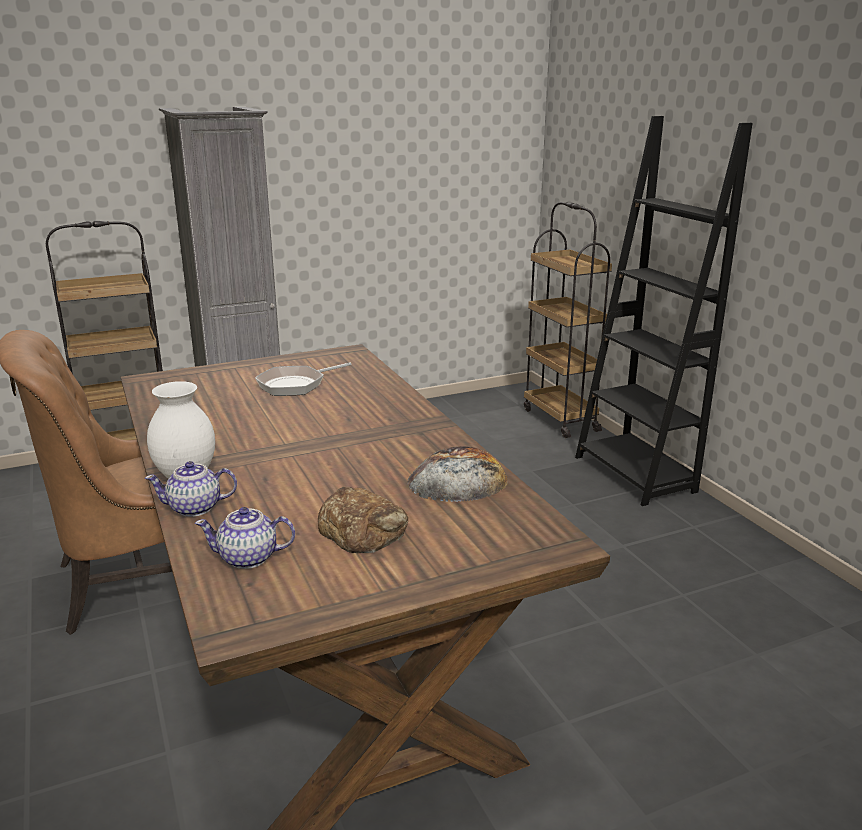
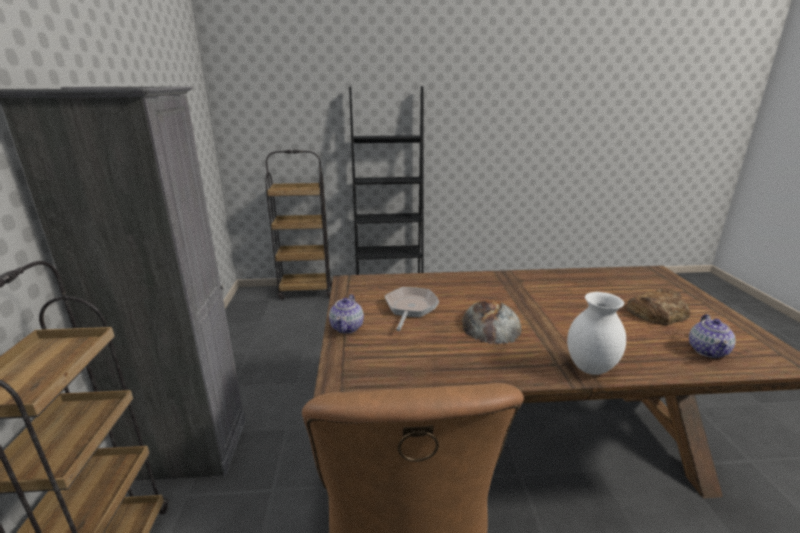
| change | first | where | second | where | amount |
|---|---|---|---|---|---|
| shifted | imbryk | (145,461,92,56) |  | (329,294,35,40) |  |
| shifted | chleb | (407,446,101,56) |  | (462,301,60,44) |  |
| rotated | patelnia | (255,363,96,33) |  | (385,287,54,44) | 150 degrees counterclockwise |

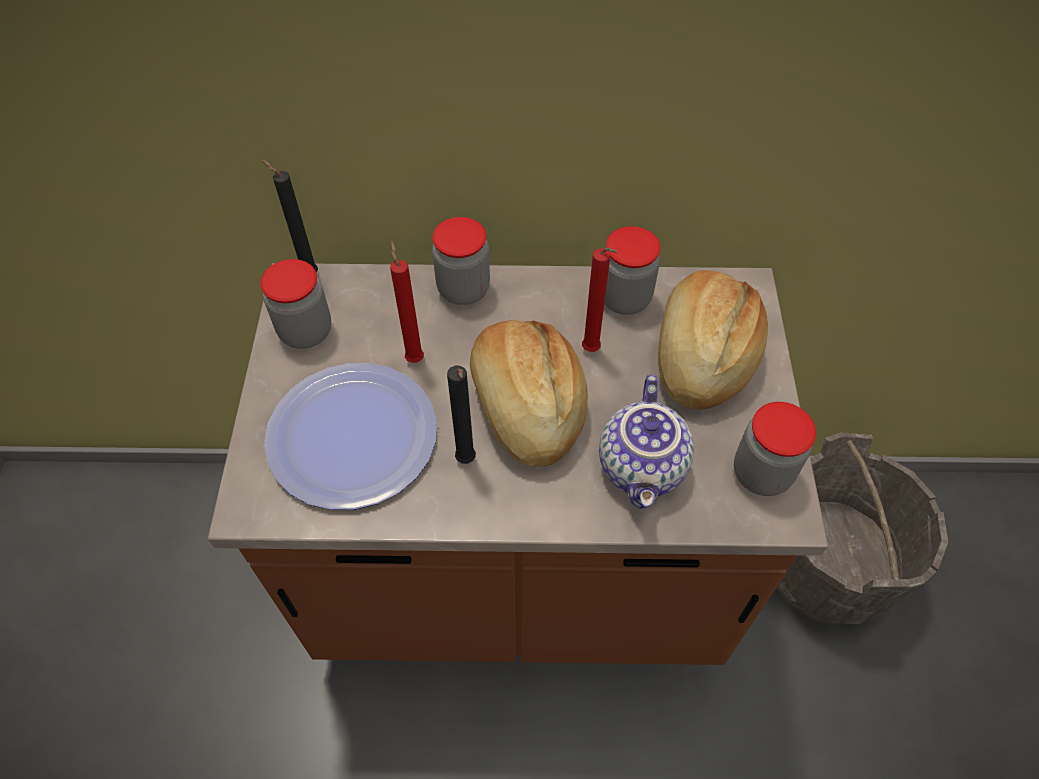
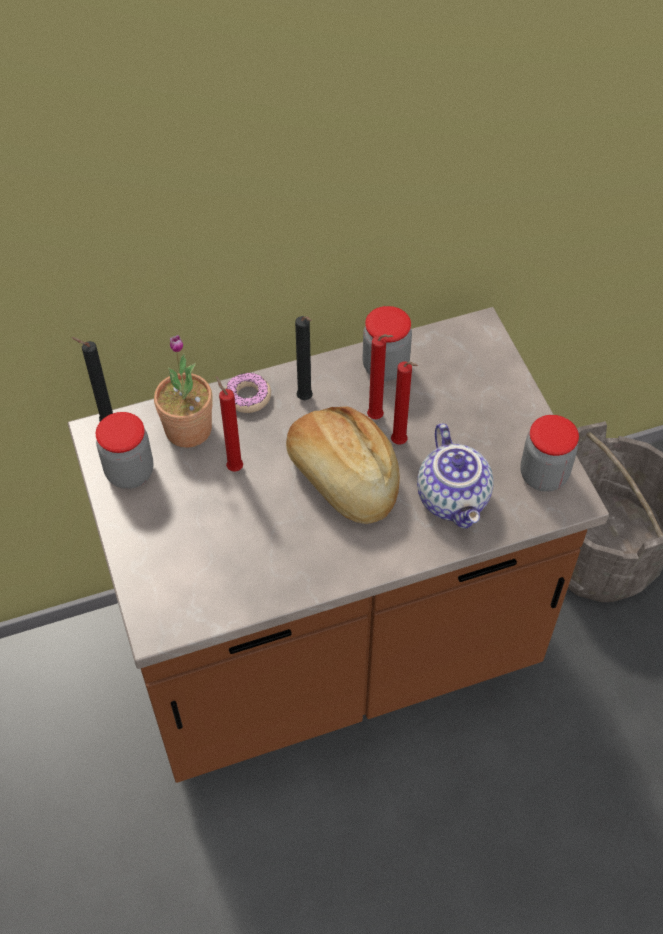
| change | first | where | second | where | amount |
|---|---|---|---|---|---|
| gone | talerz | (264,363,173,147) |  |  |  |
| gone | chleb | (658,270,110,140) |  |  |  |
| new |  |  | roślina doniczkowa | (154,335,59,113) |  |
| new |  |  | świeca (czerwony) | (391,361,27,84) |  |
| shifted | świeca (czarny) | (447,366,29,98) |  | (295,316,18,84) |  |
| swapped | słoik | (432,217,58,88) | donut | (225,373,46,40) |  |

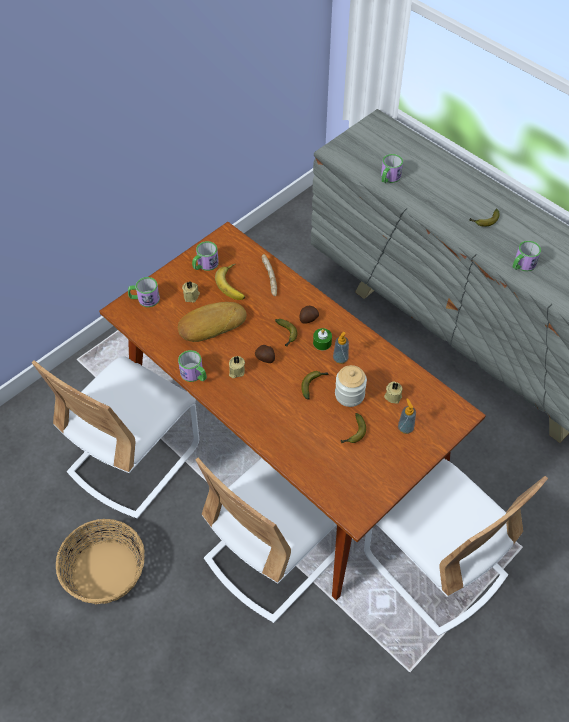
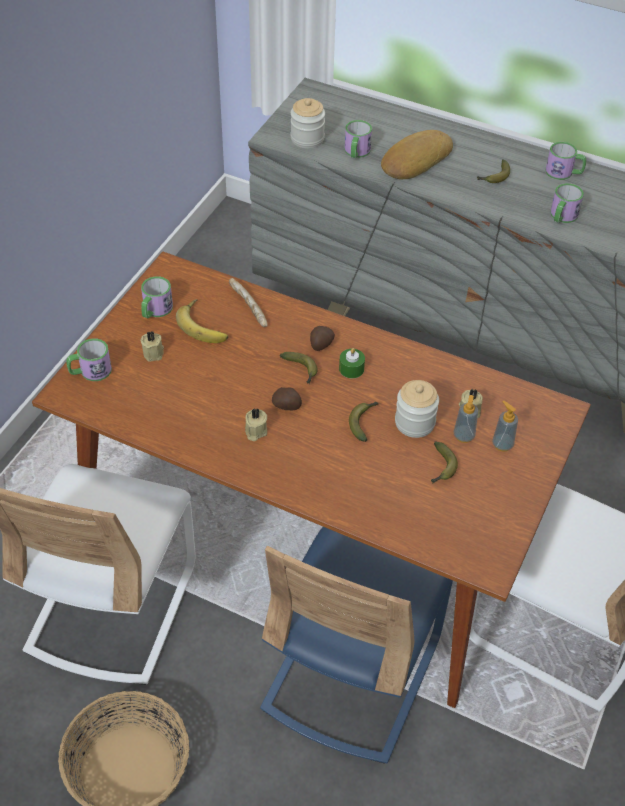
| change | first | where | second | where | amount |
|---|---|---|---|---|---|
| new |  |  | słoik | (291,98,34,50) |  |
| shifted | chleb | (178,302,69,40) |  | (381,130,72,49) |  |
| shifted | kubek | (178,350,29,32) |  | (545,142,41,38) |  |
| shifted | dozownik mydła | (333,332,16,32) |  | (454,395,24,48) |  |
| repainted | krzesło (biały) | (196,458,141,165) | krzesło (niebieski) | (260,527,193,237) |  |

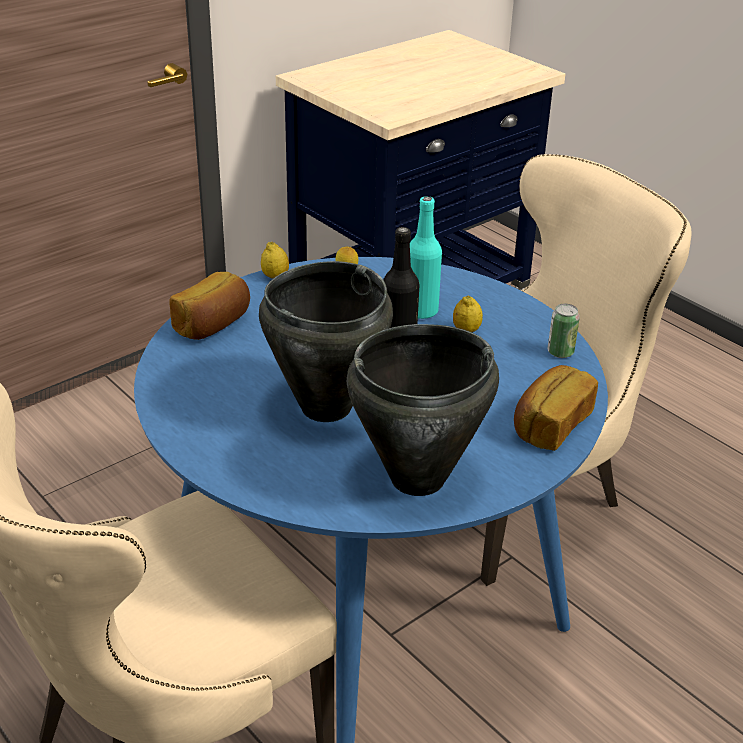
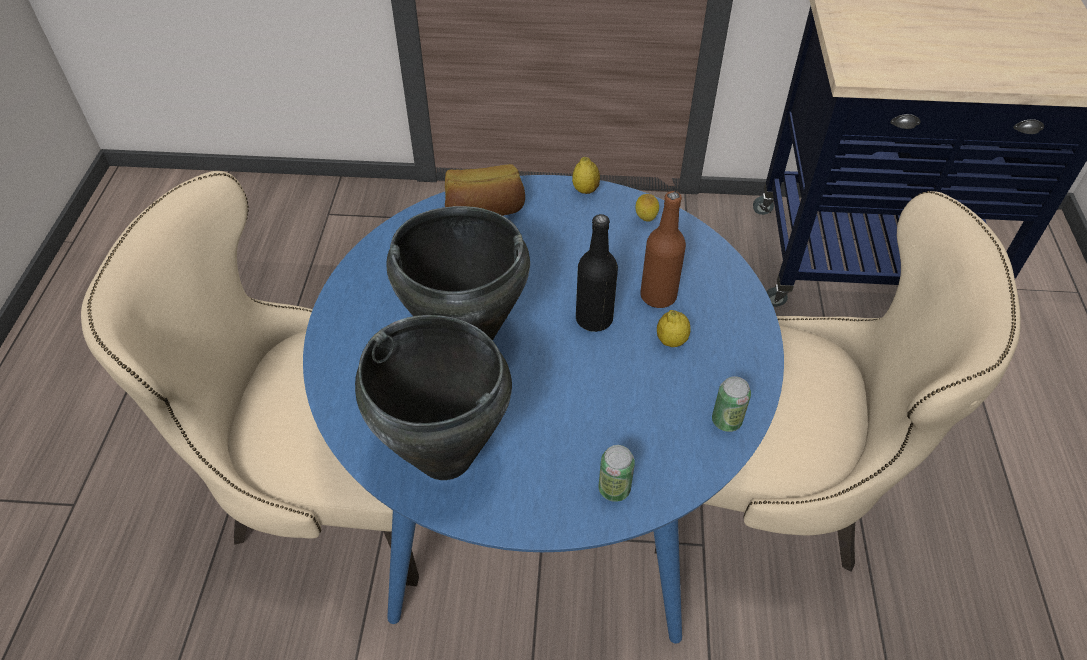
| change | first | where | second | where | amount |
|---|---|---|---|---|---|
| swapped | chleb | (514,365,84,86) | puszka | (598,445,37,57) |  |
| repainted | butelka (turkusowy) | (410,196,32,123) | butelka (brązowy) | (640,191,46,117) |  |

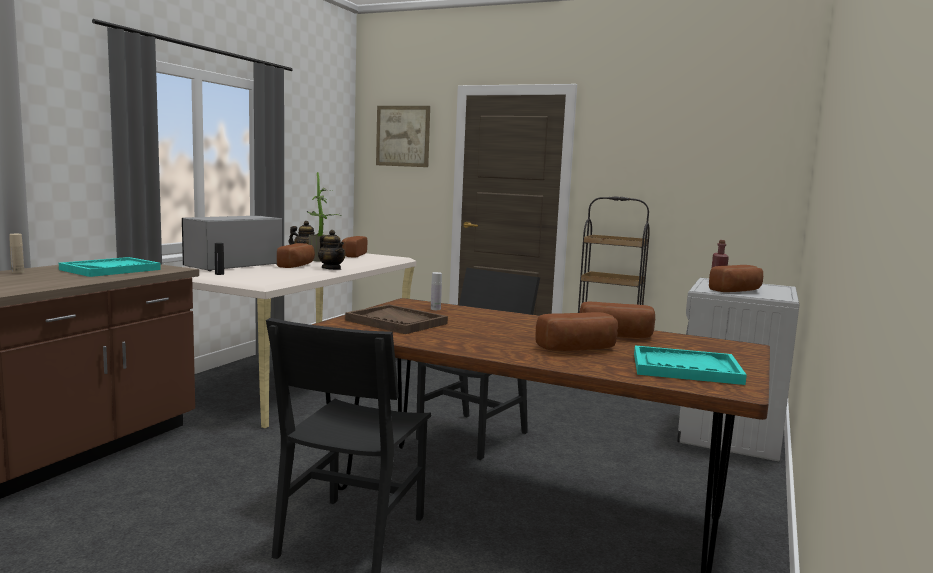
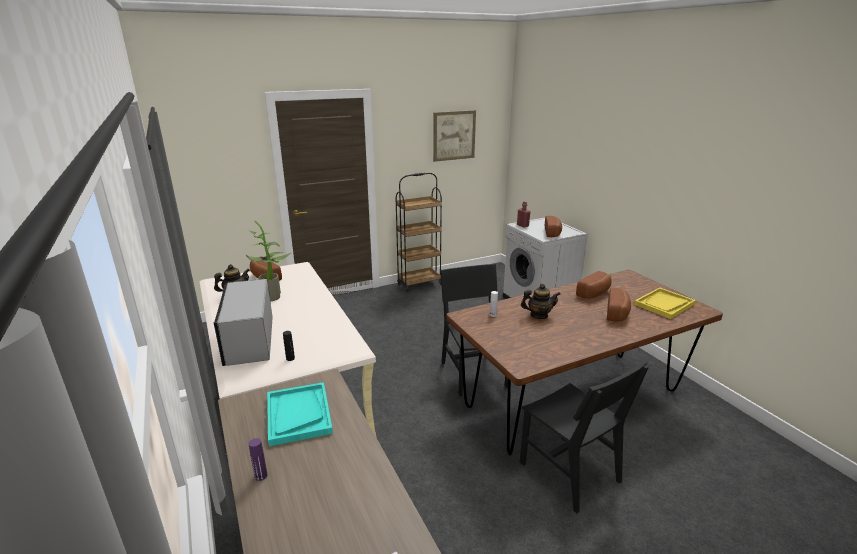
| change | first | where | second | where | amount |
|---|---|---|---|---|---|
| gone | chleb | (277,243,38,25) |  |  |  |
| gone | taca (brązowy) | (345,304,103,30) |  |  |  |
| shifted | imbryk | (318,230,28,40) |  | (521,284,39,35) |  |
| shifted | obraz | (376,106,54,61) |  | (433,110,43,52) |  |
| repainted | butelka (beżowy) | (9,234,15,39) | butelka (fioletowy) | (249,438,18,43) |  |
| repainted | taca (turkusowy) | (634,345,113,40) | taca (żółty) | (634,287,62,32) |  |

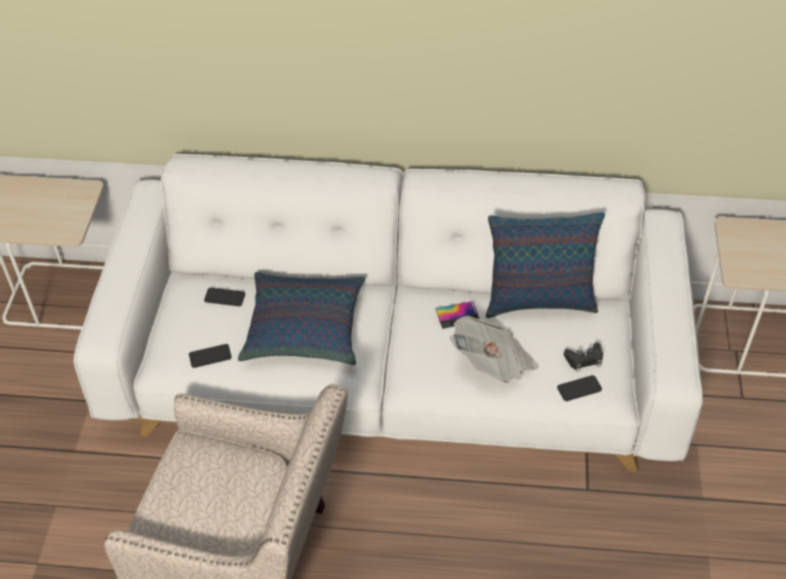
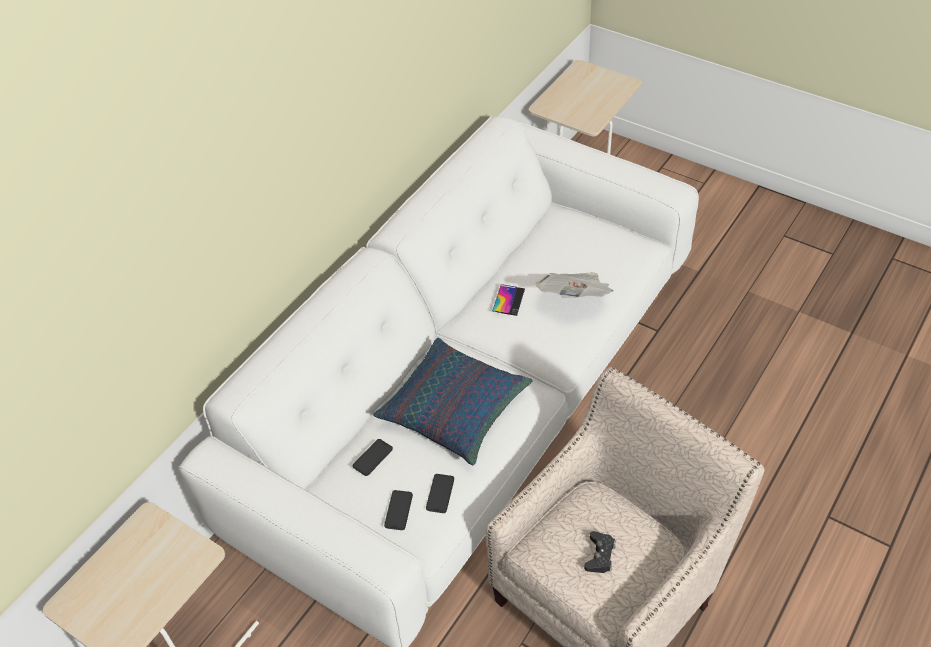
| change | first | where | second | where | amount |
|---|---|---|---|---|---|
| gone | poduszka (niebieski) | (486,213,119,105) |  |  |  |
| shifted | telefon | (557,375,45,26) |  | (384,490,29,40) |  |
| shifted | pad do gier (czarny) | (564,342,39,30) |  | (584,531,31,42) |  |

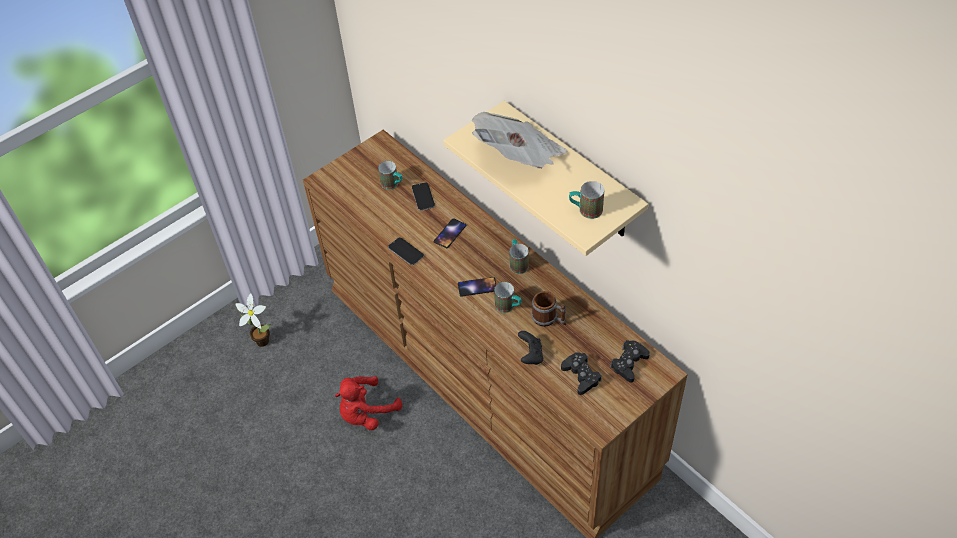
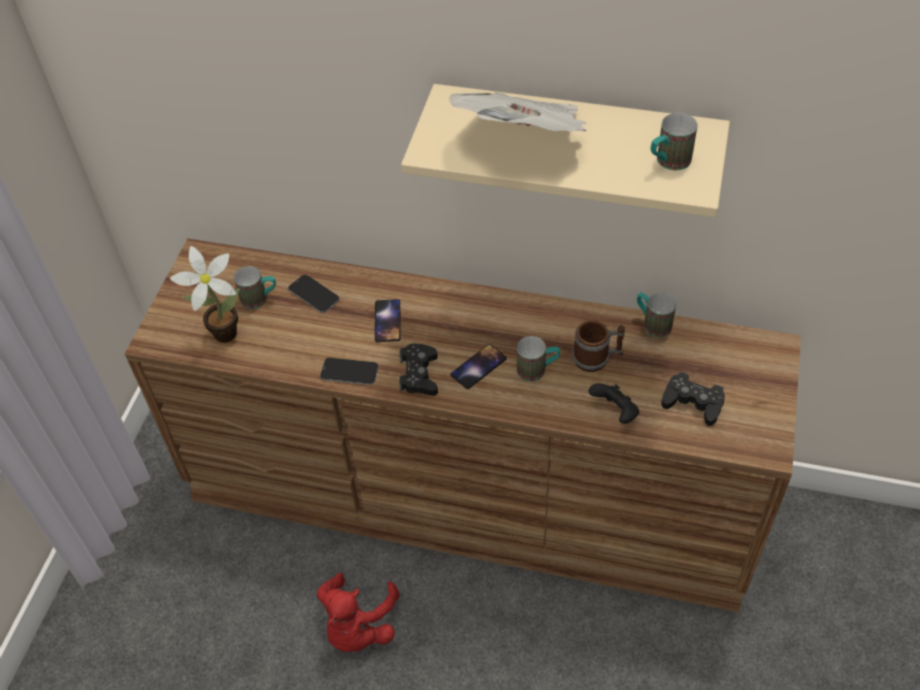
| change | first | where | second | where | amount |
|---|---|---|---|---|---|
| shifted | roślina doniczkowa | (236,293,35,54) |  | (170,246,70,97) |  |
| shifted | kubek | (509,239,20,35) |  | (637,292,39,46) |  |
| shifted | pad do gier (czarny) | (610,340,40,43) |  | (399,344,39,52) |  |

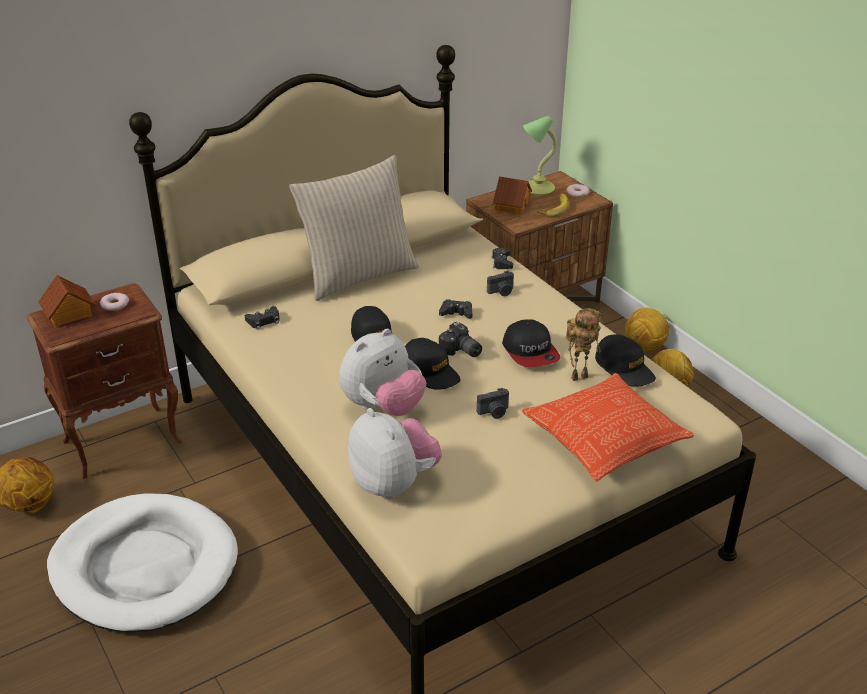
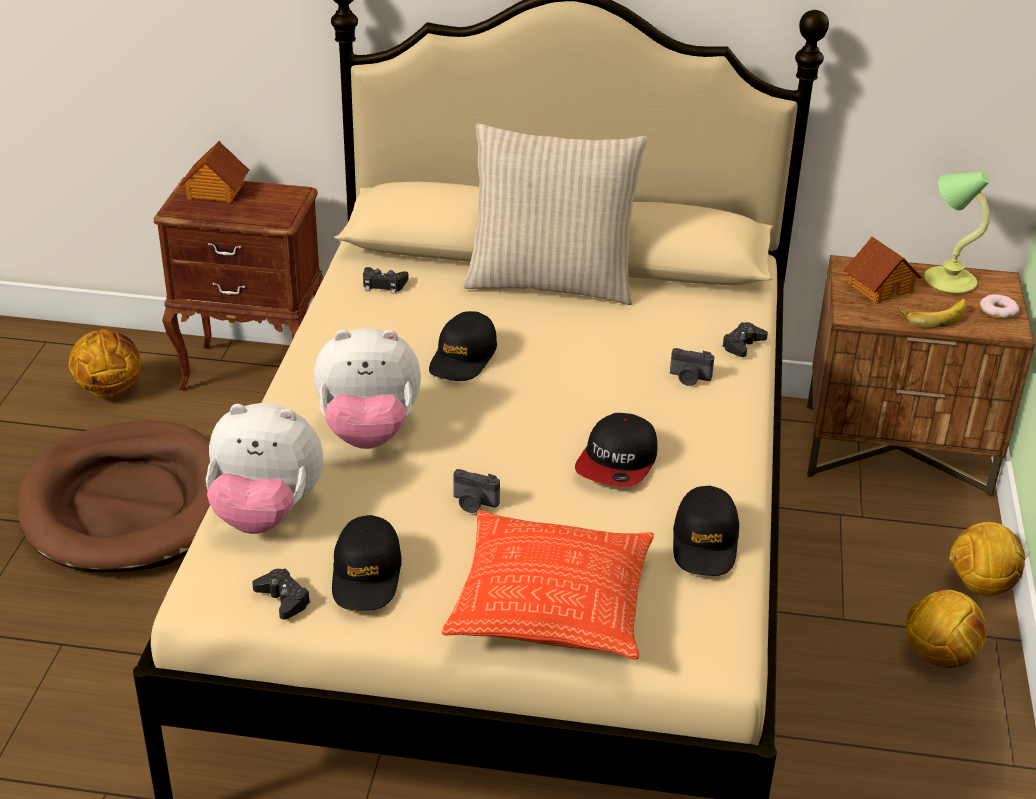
| change | first | where | second | where | amount |
|---|---|---|---|---|---|
| gone | donut | (100,293,29,18) |  |  |  |
| gone | aparat fotograficzny | (439,322,43,35) |  |  |  |
| gone | robot zabawkowy | (566,308,36,73) |  |  |  |
| shifted | czapka z daszkiem (czarny) | (405,338,56,52) |  | (332,515,70,96) |  |
| shifted | pad do gier (czarny) | (439,299,33,20) |  | (252,568,59,52) |  |
| repainted | legowisko (biały) | (47,493,191,139) | legowisko (brązowy) | (18,421,192,151) |  |
| rotated | pluszak | (348,408,94,91) |  | (206,403,117,131) | 90 degrees clockwise |

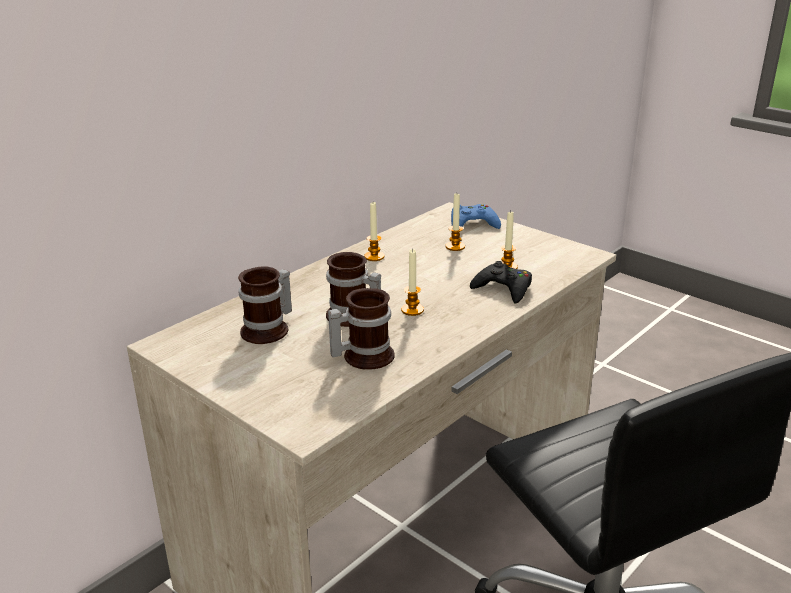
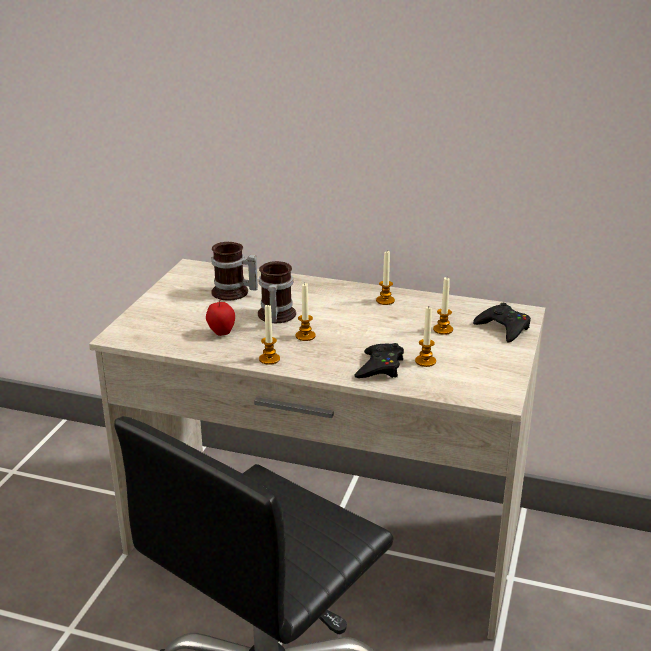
| change | first | where | second | where | amount |
|---|---|---|---|---|---|
| new |  |  | świeca | (259,305,21,60) |  |
| swapped | kubek | (328,288,67,82) | jabłko | (206,299,29,37) |  |
| repainted | pad do gier (niebieski) | (451,204,50,25) | pad do gier (czarny) | (473,303,58,40) |  |

